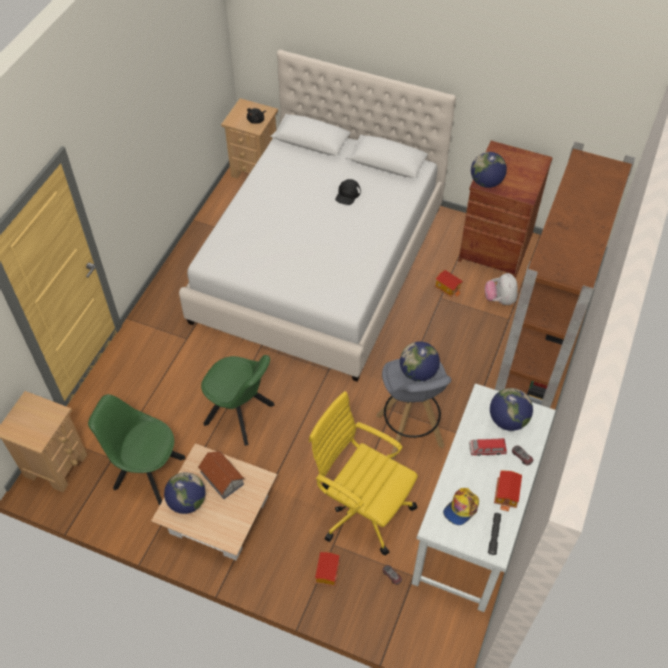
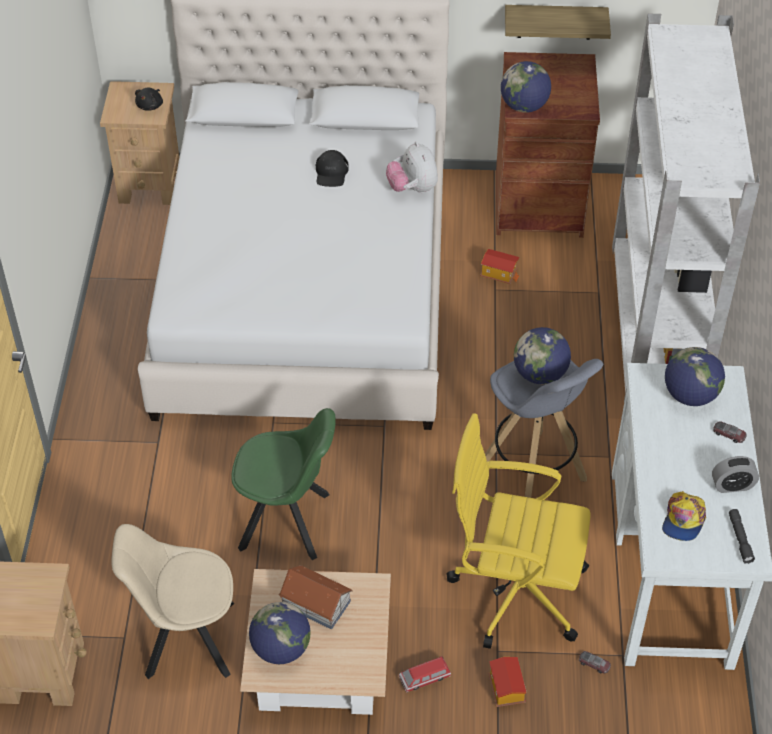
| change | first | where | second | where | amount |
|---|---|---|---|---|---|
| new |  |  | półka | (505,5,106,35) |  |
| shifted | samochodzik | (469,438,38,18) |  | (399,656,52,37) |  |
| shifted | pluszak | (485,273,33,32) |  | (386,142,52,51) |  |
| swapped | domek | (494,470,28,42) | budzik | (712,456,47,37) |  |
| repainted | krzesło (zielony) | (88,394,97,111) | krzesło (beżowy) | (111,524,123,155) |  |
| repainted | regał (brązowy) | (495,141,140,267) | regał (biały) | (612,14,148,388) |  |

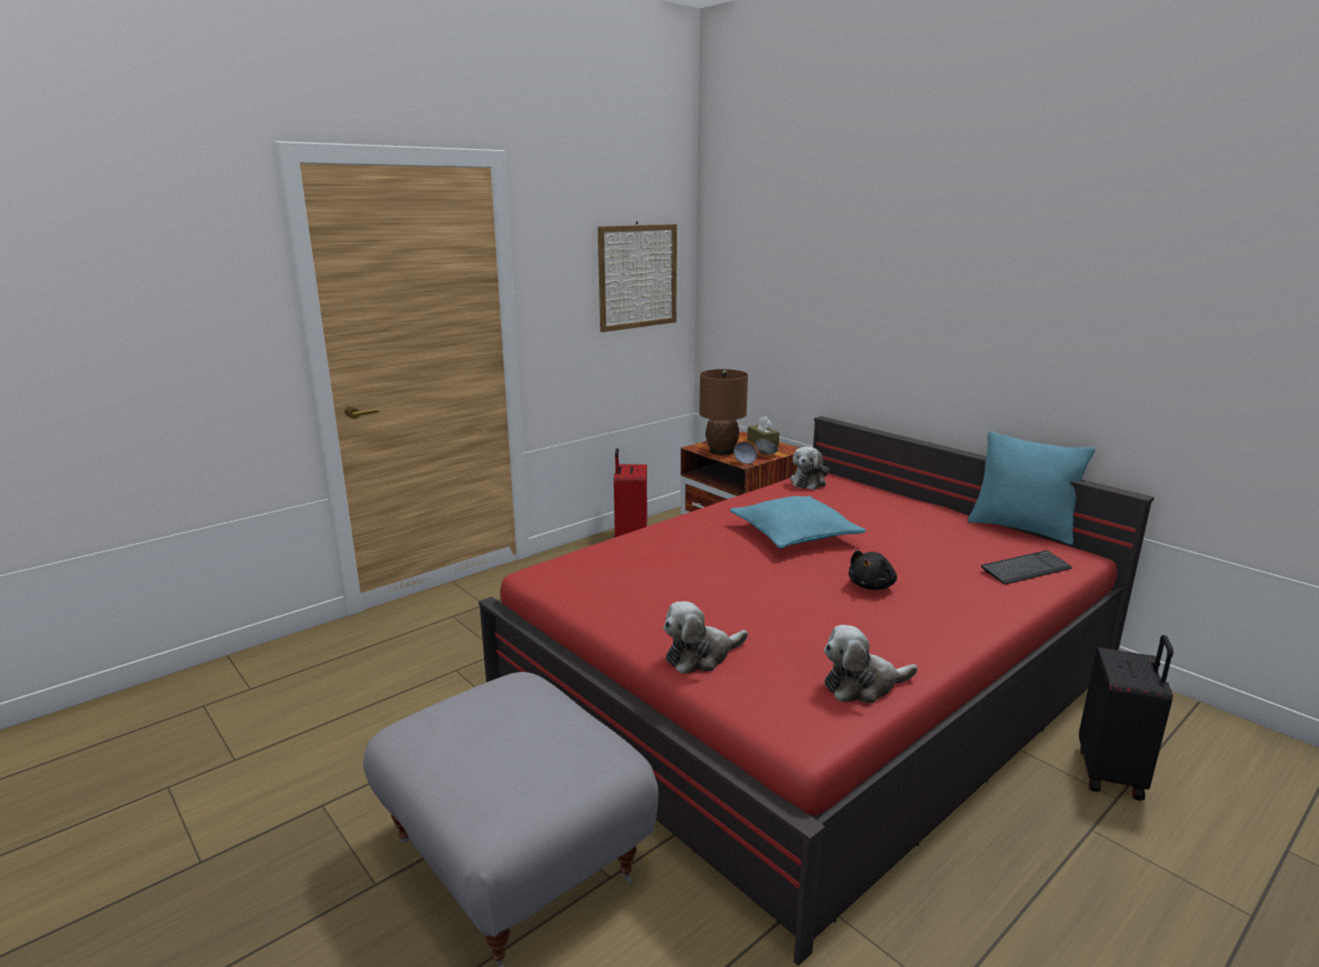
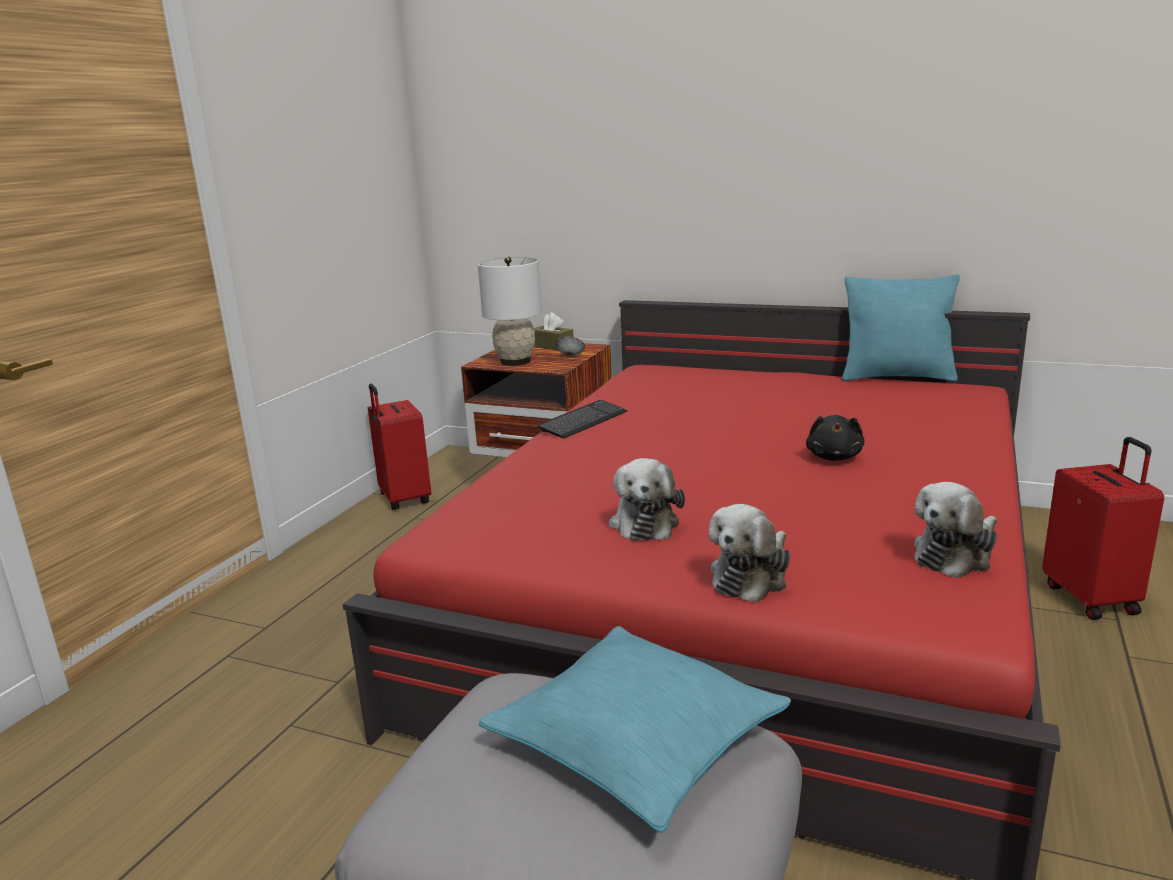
| change | first | where | second | where | amount |
|---|---|---|---|---|---|
| gone | obraz | (598,221,79,111) |  |  |  |
| gone | miska | (734,442,23,22) |  |  |  |
| shifted | poduszka (turkusowy) | (730,496,136,53) |  | (479,626,312,206) |  |
| shifted | pluszak | (790,446,39,44) |  | (609,458,76,83) |  |
| shifted | klawiatura | (981,550,91,35) |  | (537,400,90,39) |  |
| repainted | lampa stołowa (brązowy) | (699,369,49,86) | lampa stołowa (biały) | (478,257,64,109) |  |
| repainted | walizka (czarny) | (1079,635,94,166) | walizka (czerwony) | (1042,437,122,183) |  |

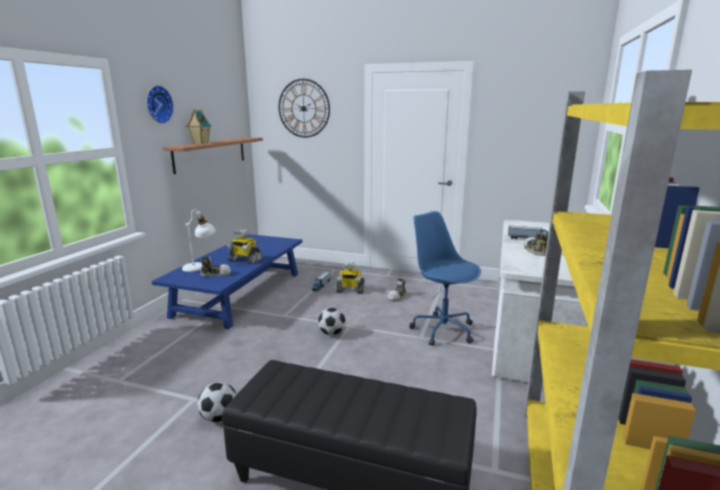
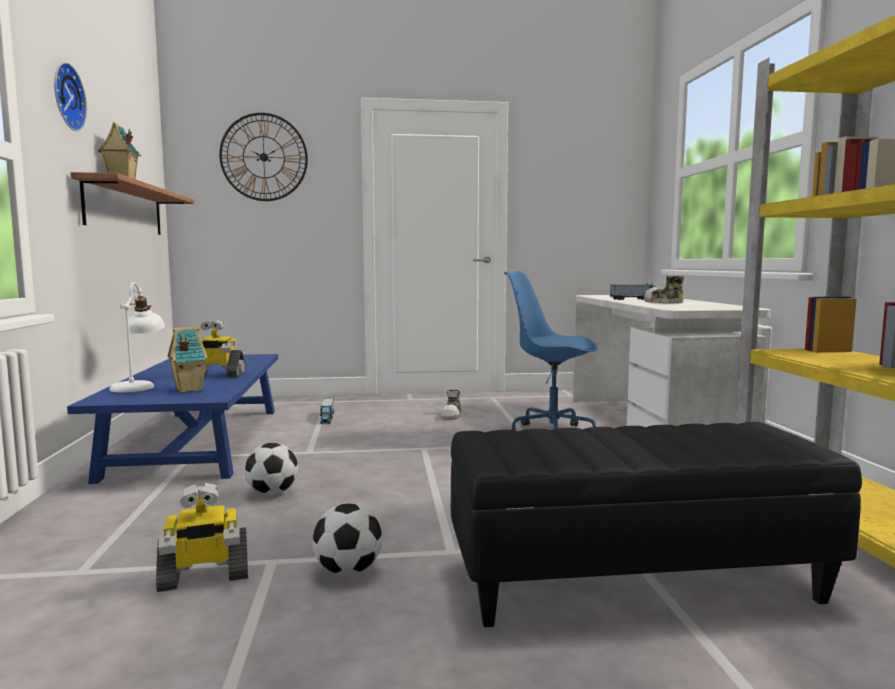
| change | first | where | second | where | amount |
|---|---|---|---|---|---|
| shifted | piłka futbolowa | (318,308,28,28) |  | (245,443,53,52) |  |
| shifted | robot zabawkowy | (336,262,29,32) |  | (156,483,92,109) |  |
| swapped | but | (200,257,31,20) | domek | (167,327,41,66) |  |

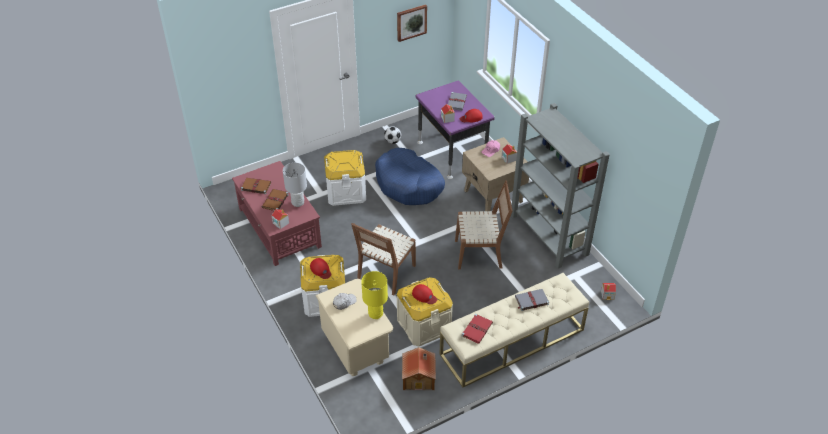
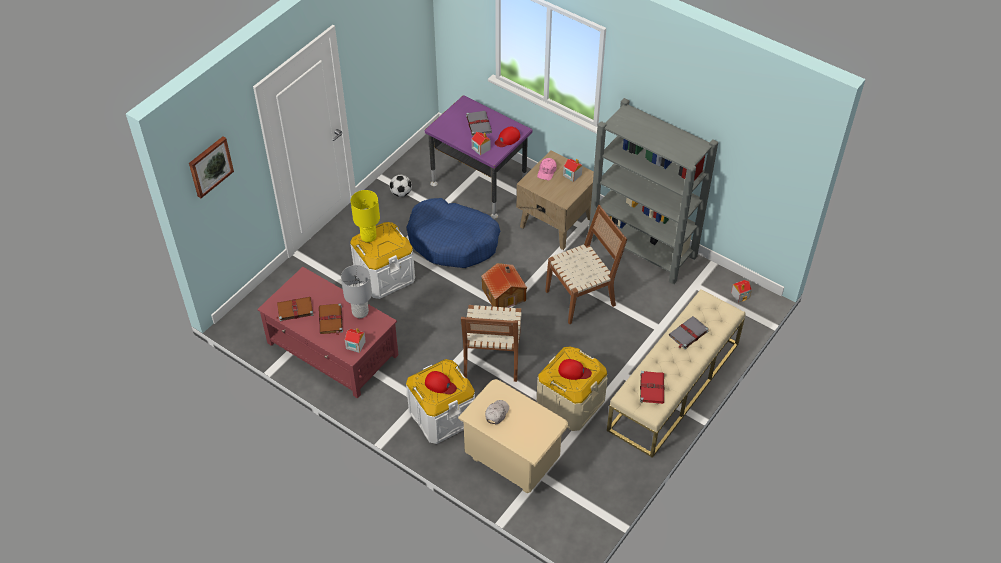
| change | first | where | second | where | amount |
|---|---|---|---|---|---|
| shifted | lampa stołowa (żółty) | (361,271,27,48) |  | (351,190,29,52) |  |
| shifted | obraz | (397,4,30,38) |  | (189,136,45,62) |  |
| shifted | domek | (402,347,34,43) |  | (481,263,46,45) |  |

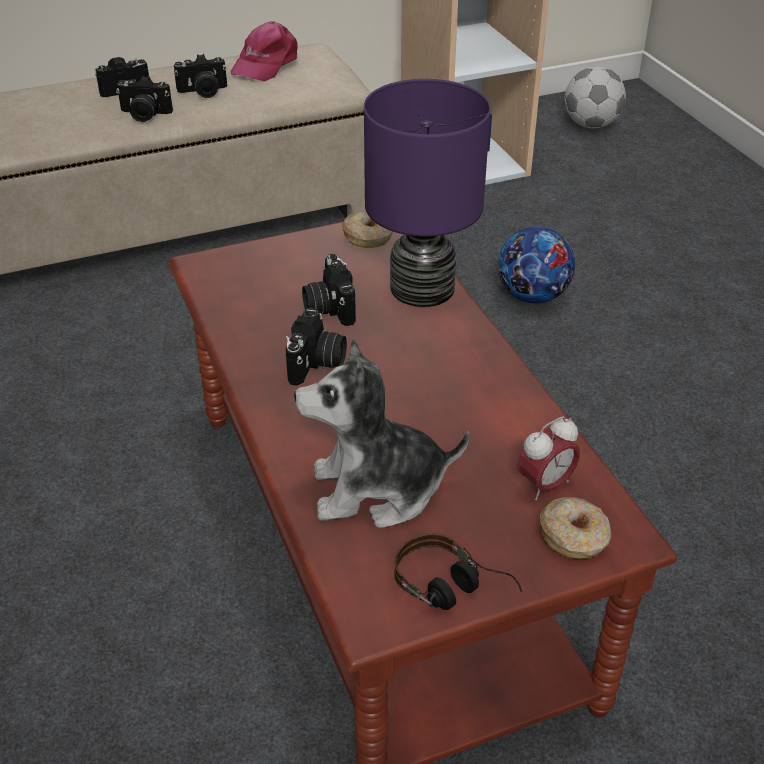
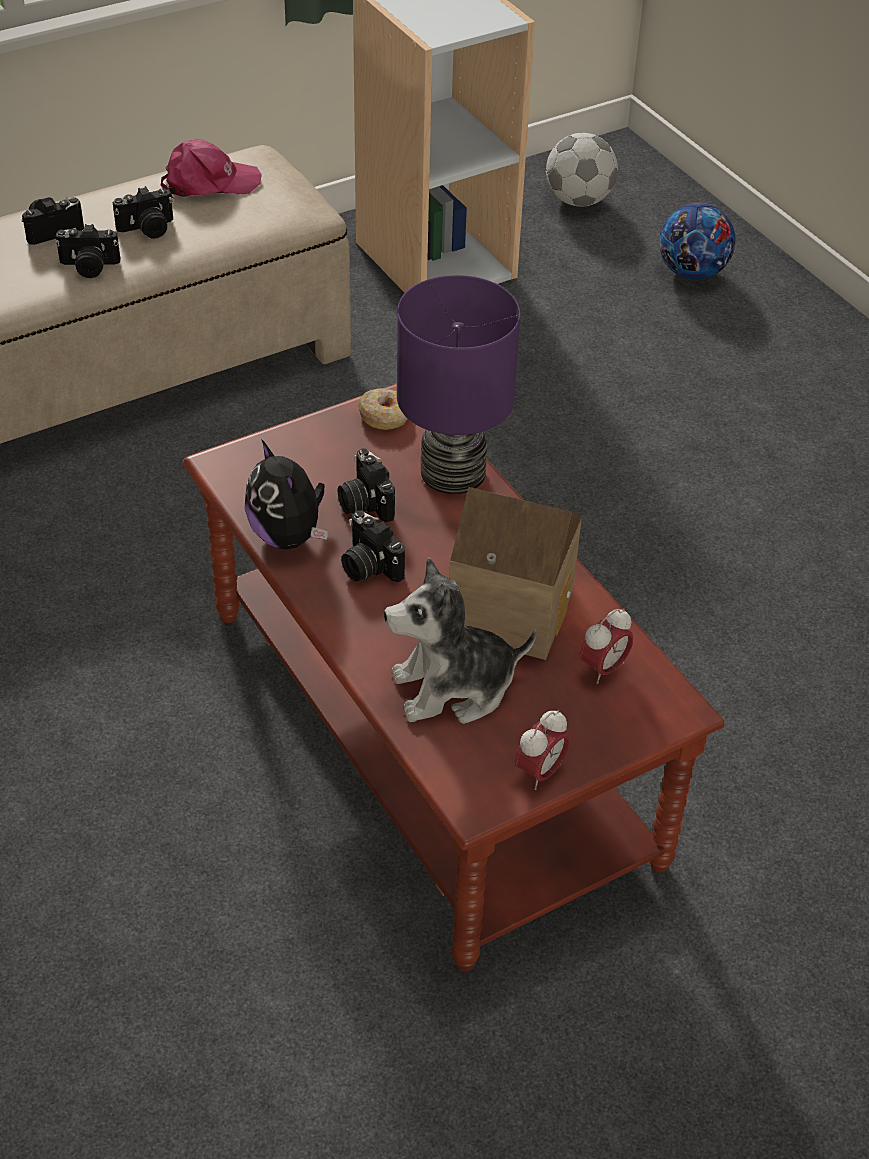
| change | first | where | second | where | amount |
|---|---|---|---|---|---|
| gone | donut | (540,497,72,62) |  |  |  |
| new |  |  | pluszak | (244,439,84,111) |  |
| new |  |  | domek | (449,487,133,173) |  |
| shifted | piłka futbolowa | (498,226,77,78) |  | (659,203,77,77) |  |
| swapped | słuchawki | (394,533,128,77) | budzik | (515,710,55,80) |  |
| rotated | czapka z daszkiem (różowy) | (231,21,66,60) |  | (161,139,101,60) | 120 degrees counterclockwise |
| rotated | aparat fotograficzny | (285,308,62,78) |  | (341,510,64,72) | 135 degrees clockwise |

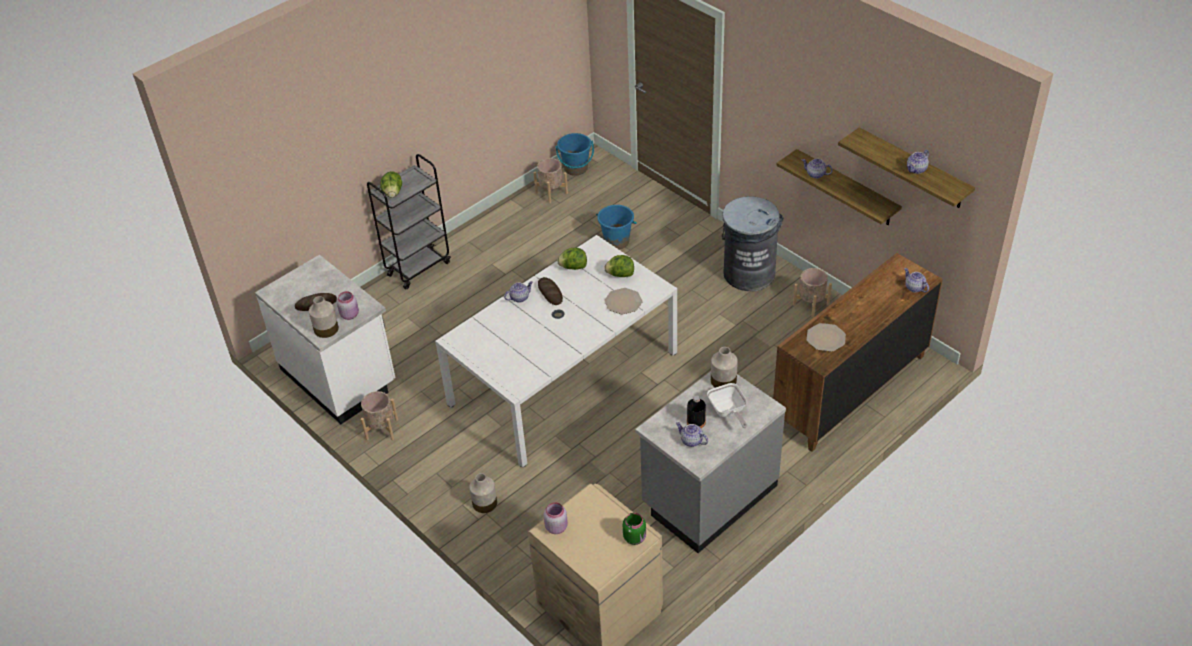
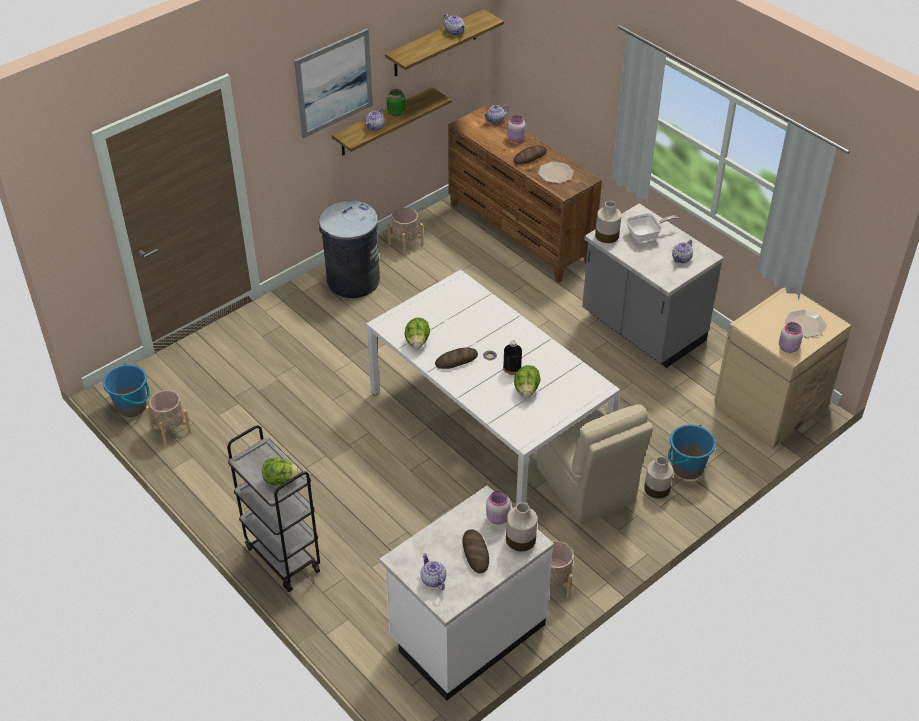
| change | first | where | second | where | amount |
|---|---|---|---|---|---|
| new |  |  | obraz | (294,29,79,109) |  |
| new |  |  | słoik (różowy) | (507,115,19,27) |  |
| new |  |  | chleb | (513,145,34,20) |  |
| new |  |  | krzesło (beżowy) | (537,404,116,121) |  |
| shifted | imbryk | (504,281,29,22) |  | (421,553,26,37) |  |
| shifted | wiadro (niebieski) | (596,205,41,44) |  | (668,425,48,55) |  |
| shifted | sałata | (604,255,30,22) |  | (514,365,27,33) |  |
| shifted | talerz | (604,288,38,26) |  | (785,309,42,29) |  |
| shifted | słoik (zielony) | (623,513,23,32) |  | (387,89,18,28) |  |
| shifted | butelka (czarny) | (687,396,19,32) |  | (503,340,19,35) |  |

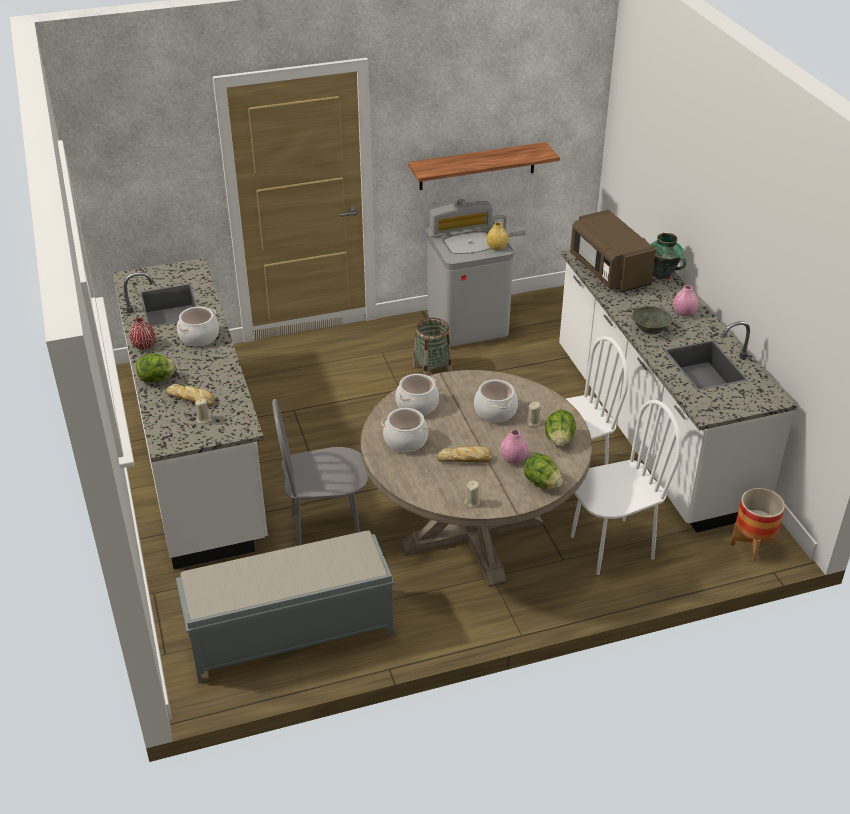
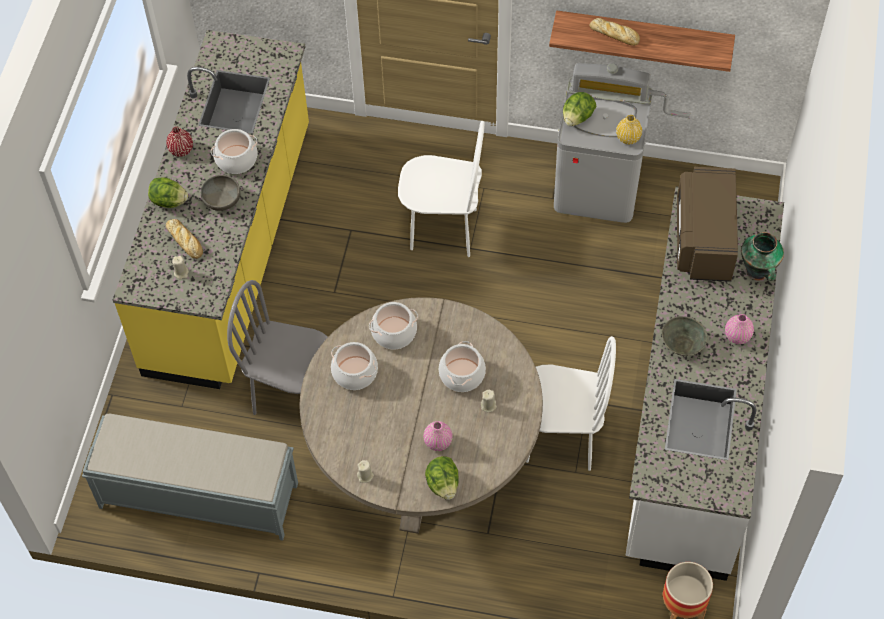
| change | first | where | second | where | amount |
|---|---|---|---|---|---|
| gone | koszyk | (413,318,39,58) |  |  |  |
| new |  |  | miska (szary) | (201,175,39,36) |  |
| shifted | chleb | (437,446,56,16) |  | (590,18,50,28) |  |
| shifted | sałata | (545,410,31,37) |  | (563,92,33,34) |  |
| shifted | krzesło (biały) | (571,400,111,175) |  | (398,121,87,136) |  |
| repainted | zabudowa kuchenna (biały) | (113,258,155,311) | zabudowa kuchenna (żółty) | (113,30,196,359) |  |

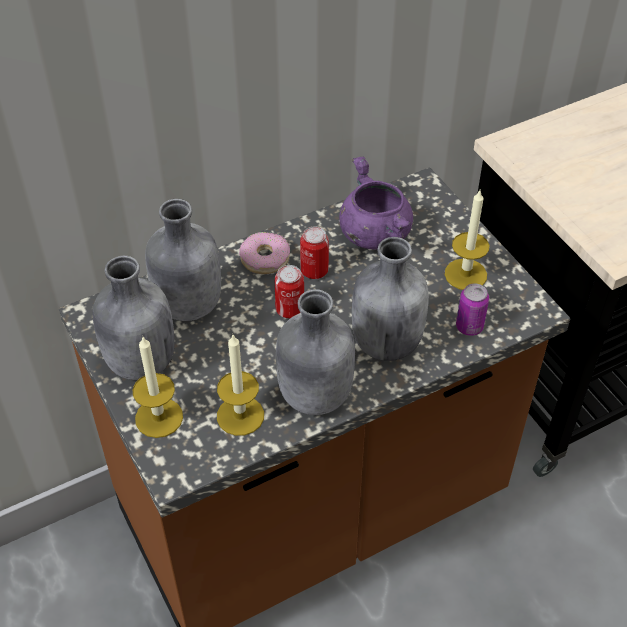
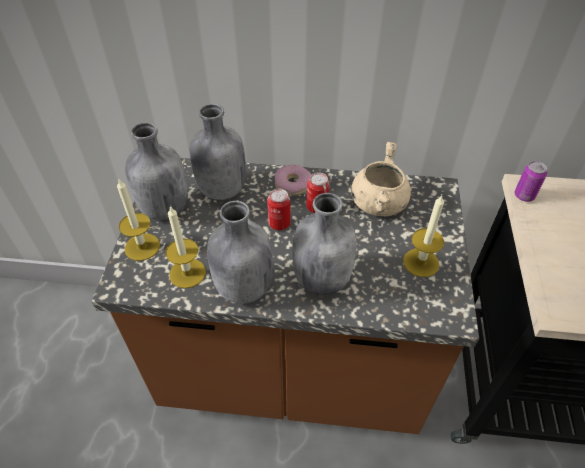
| change | first | where | second | where | amount |
|---|---|---|---|---|---|
| shifted | puszka | (456,283,33,53) |  | (514,161,33,41) |  |
| repainted | garnek (fioletowy) | (339,157,74,93) | garnek (beżowy) | (351,142,60,74) |  |

